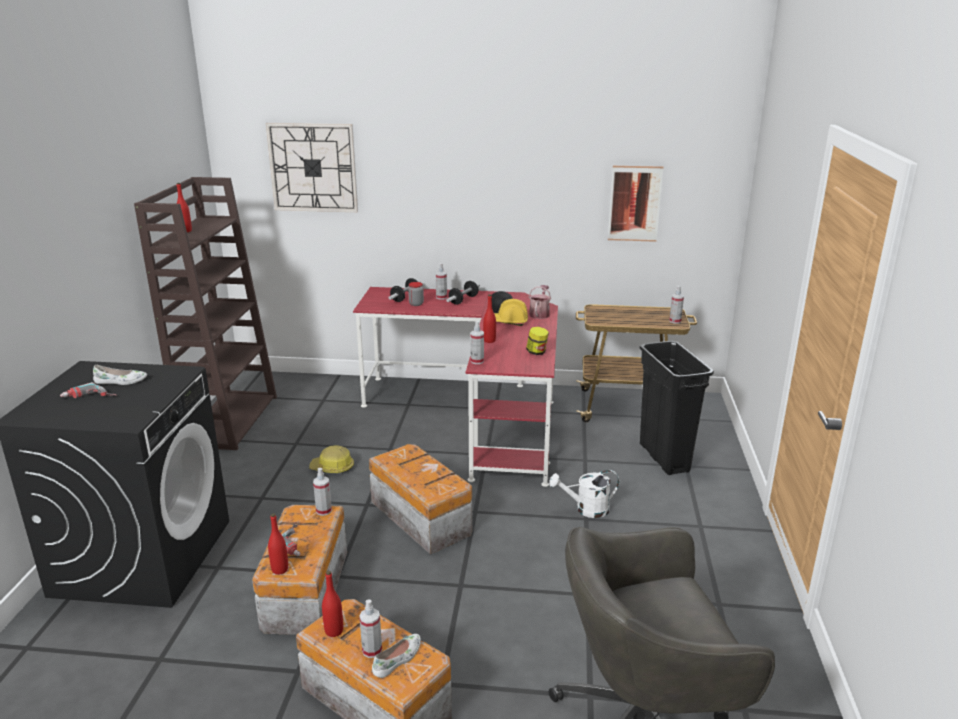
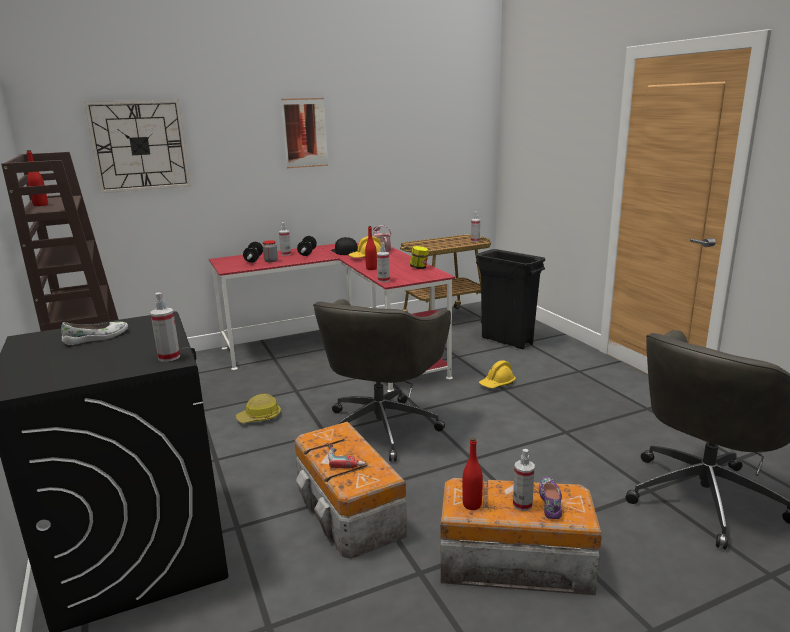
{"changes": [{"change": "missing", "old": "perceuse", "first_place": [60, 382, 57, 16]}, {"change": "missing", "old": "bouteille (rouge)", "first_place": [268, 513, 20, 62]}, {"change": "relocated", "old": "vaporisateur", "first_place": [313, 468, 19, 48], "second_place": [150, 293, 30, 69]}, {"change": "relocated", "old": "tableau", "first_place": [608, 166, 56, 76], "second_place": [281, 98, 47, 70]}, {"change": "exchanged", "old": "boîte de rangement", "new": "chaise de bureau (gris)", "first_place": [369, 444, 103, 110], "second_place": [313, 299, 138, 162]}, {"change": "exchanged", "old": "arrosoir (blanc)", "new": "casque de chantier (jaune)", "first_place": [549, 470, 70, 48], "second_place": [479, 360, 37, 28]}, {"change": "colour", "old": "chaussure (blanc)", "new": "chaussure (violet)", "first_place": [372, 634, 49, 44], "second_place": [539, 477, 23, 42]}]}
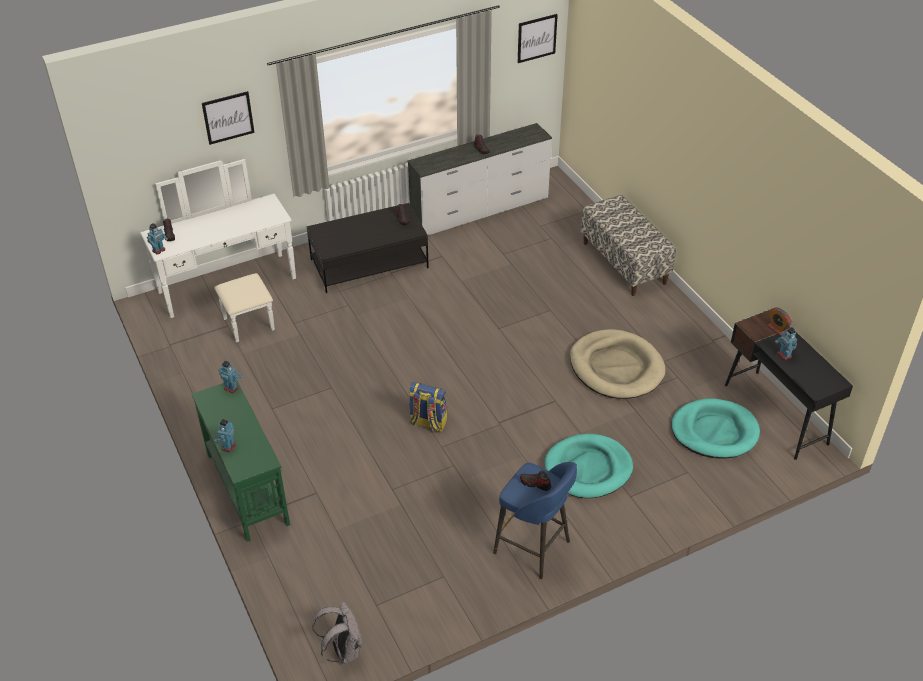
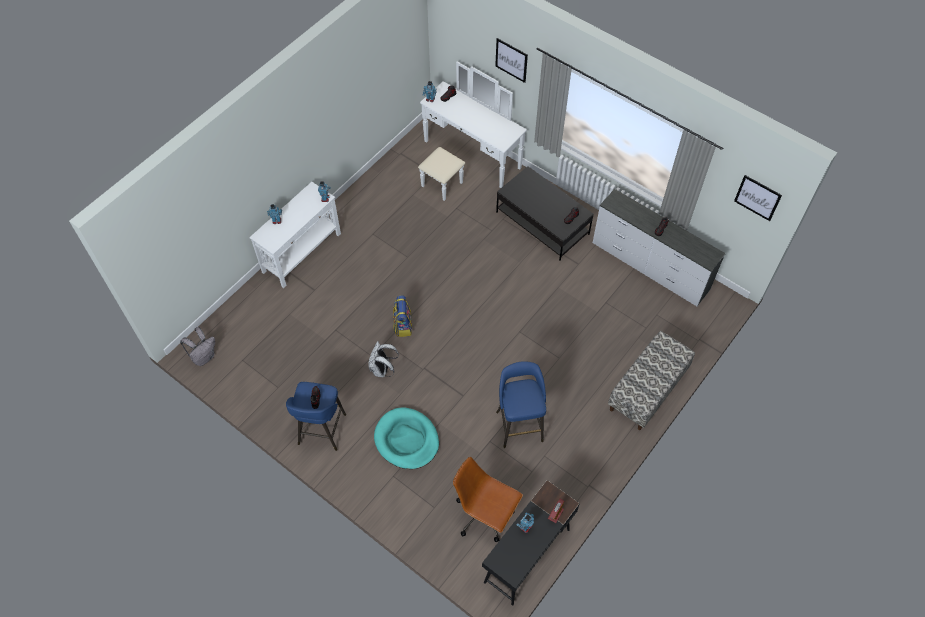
{"changes": [{"change": "appeared", "new": "sac à dos (blanc)", "second_place": [368, 341, 31, 36]}, {"change": "exchanged", "old": "panier pour chien (beige)", "new": "tabouret (bleu)", "first_place": [570, 329, 96, 70], "second_place": [496, 361, 50, 87]}, {"change": "exchanged", "old": "panier pour chien (turquoise)", "new": "chaise de bureau (marron)", "first_place": [671, 398, 89, 61], "second_place": [453, 457, 70, 85]}, {"change": "colour", "old": "table console (vert)", "new": "table console (blanc)", "first_place": [192, 380, 98, 162], "second_place": [249, 182, 92, 106]}]}
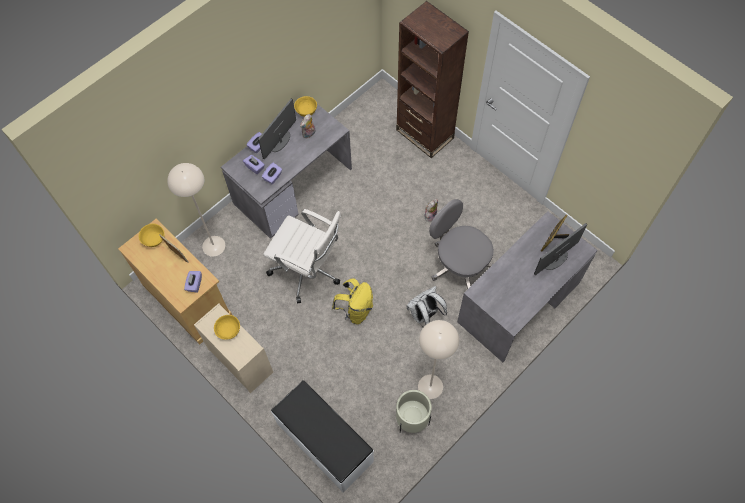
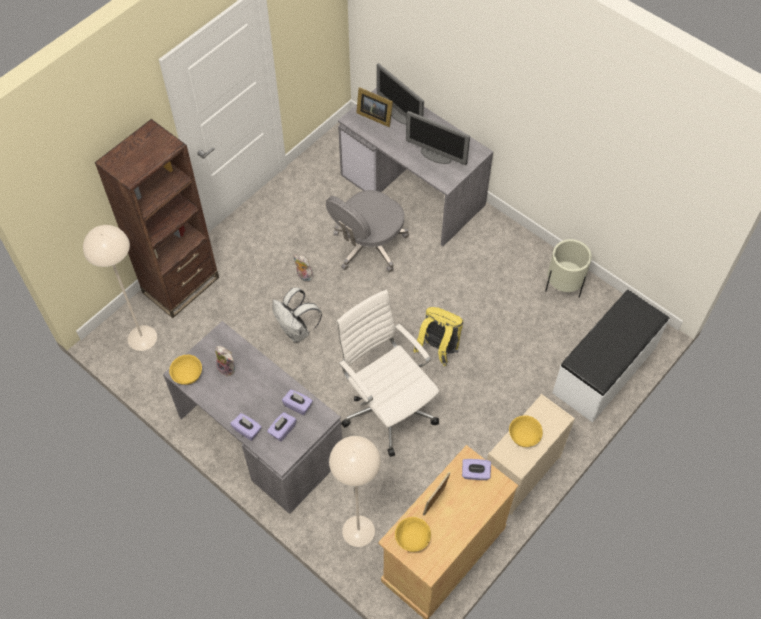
{"changes": [{"change": "relocated", "old": "écran d'ordinateur", "first_place": [258, 99, 38, 60], "second_place": [406, 111, 64, 54]}, {"change": "relocated", "old": "sac à dos (blanc)", "first_place": [407, 286, 40, 42], "second_place": [272, 287, 50, 55]}, {"change": "relocated", "old": "lampadaire (beige)", "first_place": [418, 320, 41, 79], "second_place": [83, 225, 74, 126]}, {"change": "spun", "old": "chaise de bureau (blanc)", "first_place": [263, 209, 78, 94], "second_place": [336, 290, 103, 167], "degrees": -60}]}
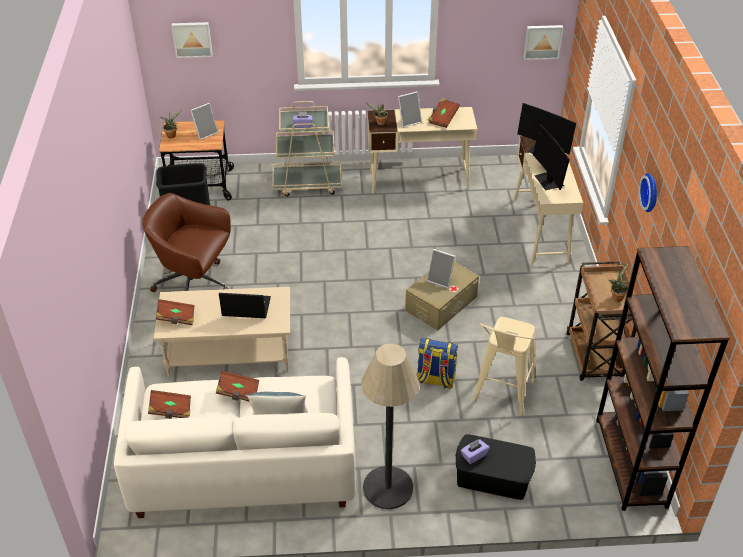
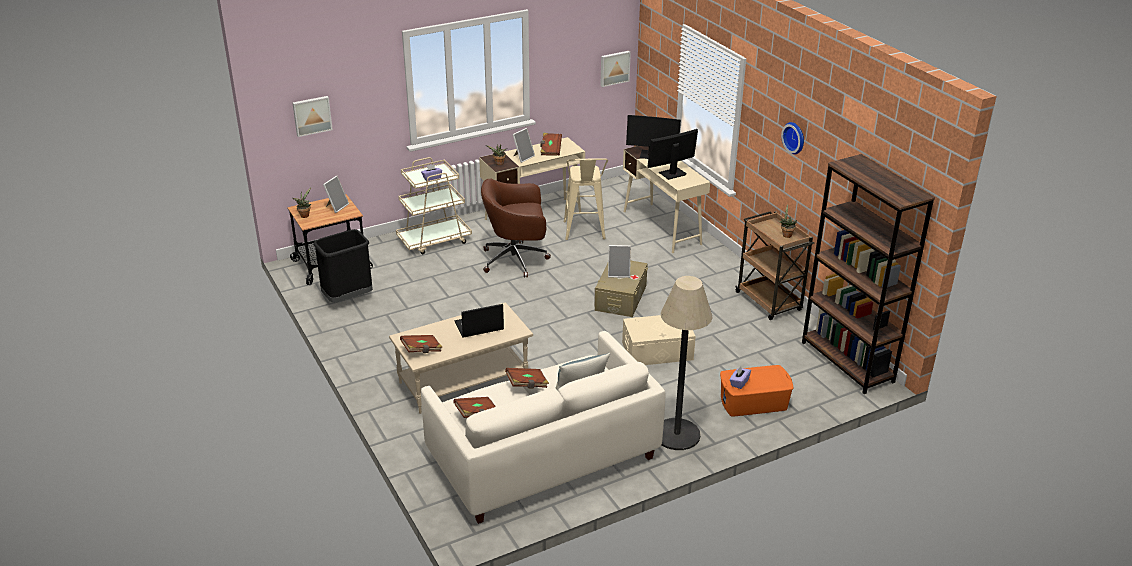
{"changes": [{"change": "relocated", "old": "chaise de bureau (marron)", "first_place": [142, 193, 89, 99], "second_place": [481, 178, 70, 100]}, {"change": "relocated", "old": "tabouret (beige)", "first_place": [473, 317, 62, 99], "second_place": [564, 158, 44, 82]}, {"change": "exchanged", "old": "sac à dos", "new": "boîte de rangement (beige)", "first_place": [417, 338, 41, 51], "second_place": [622, 315, 74, 50]}, {"change": "colour", "old": "boîte de rangement (noir)", "new": "boîte de rangement (orange)", "first_place": [455, 434, 81, 66], "second_place": [720, 365, 73, 52]}, {"change": "spun", "old": "écran d'ordinateur", "first_place": [533, 125, 37, 66], "second_place": [647, 129, 51, 51], "degrees": 105}]}
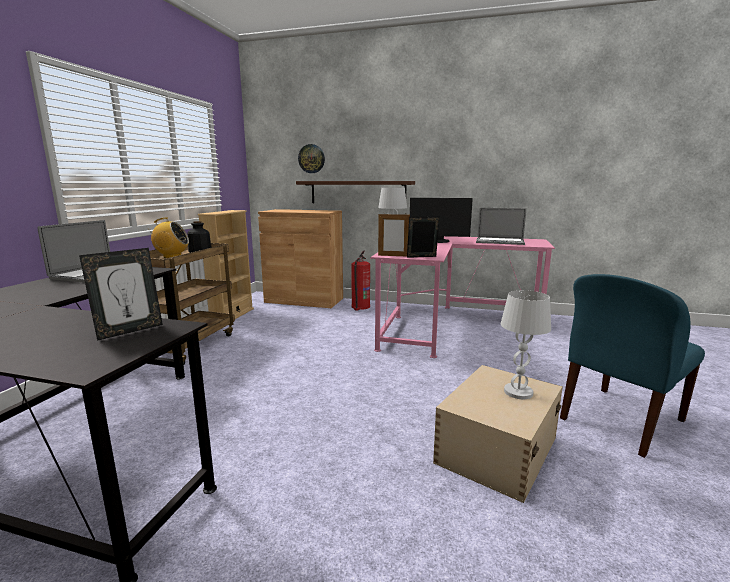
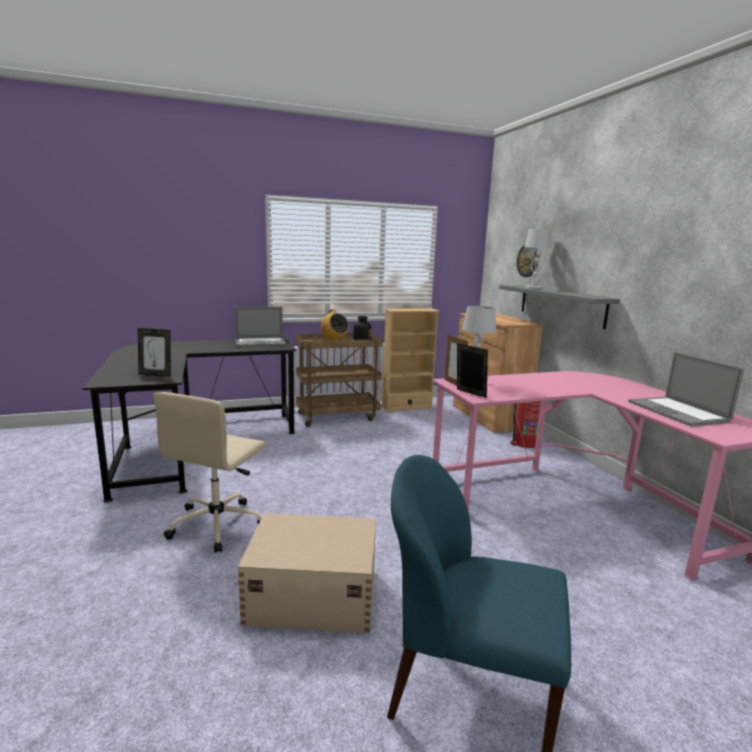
{"changes": [{"change": "missing", "old": "écran d'ordinateur", "first_place": [410, 198, 63, 45]}, {"change": "appeared", "new": "chaise de bureau (beige)", "second_place": [153, 392, 113, 161]}, {"change": "relocated", "old": "lampe de table (blanc)", "first_place": [501, 290, 50, 109], "second_place": [525, 229, 27, 60]}, {"change": "colour", "old": "étagère (marron)", "new": "étagère (gris)", "first_place": [296, 181, 119, 22], "second_place": [499, 285, 121, 45]}]}
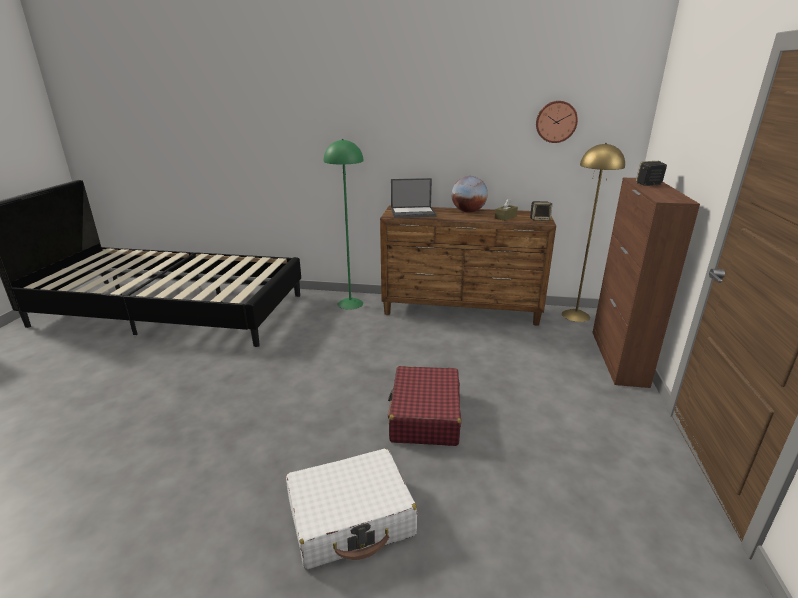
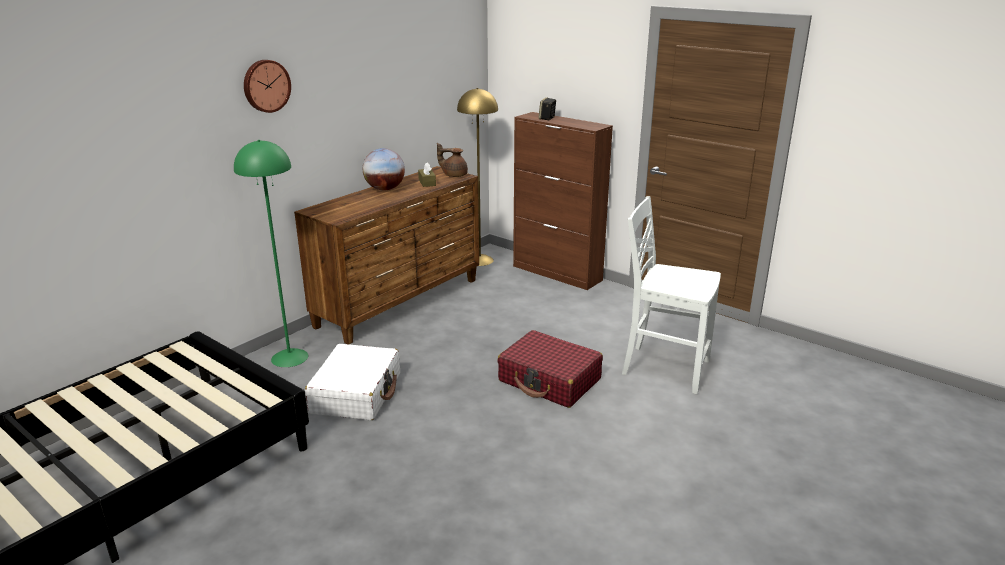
{"changes": [{"change": "missing", "old": "ordinateur portable", "first_place": [391, 178, 45, 40]}, {"change": "appeared", "new": "chaise (blanc)", "second_place": [622, 196, 99, 198]}, {"change": "relocated", "old": "valise (blanc)", "first_place": [286, 448, 131, 121], "second_place": [305, 344, 95, 76]}, {"change": "relocated", "old": "horloge murale", "first_place": [536, 101, 42, 42], "second_place": [244, 60, 47, 53]}, {"change": "exchanged", "old": "enceinte", "new": "théière (marron)", "first_place": [530, 201, 22, 20], "second_place": [437, 143, 31, 34]}]}
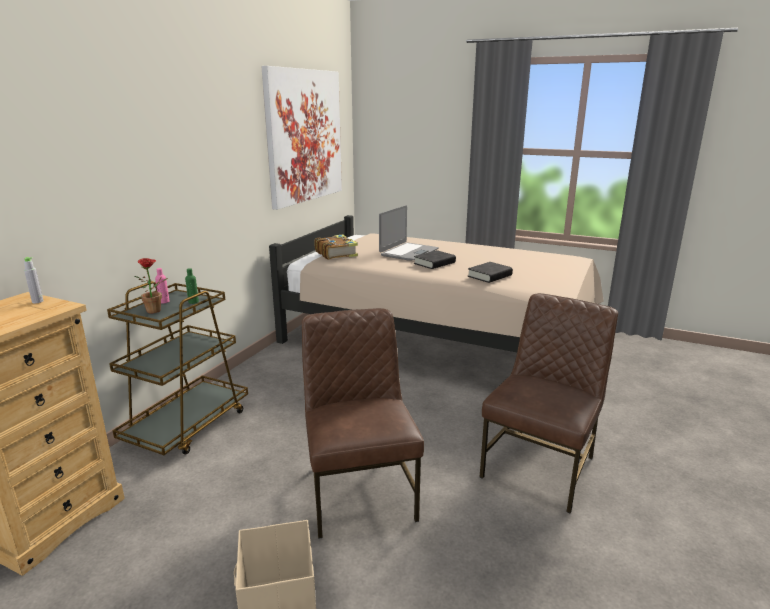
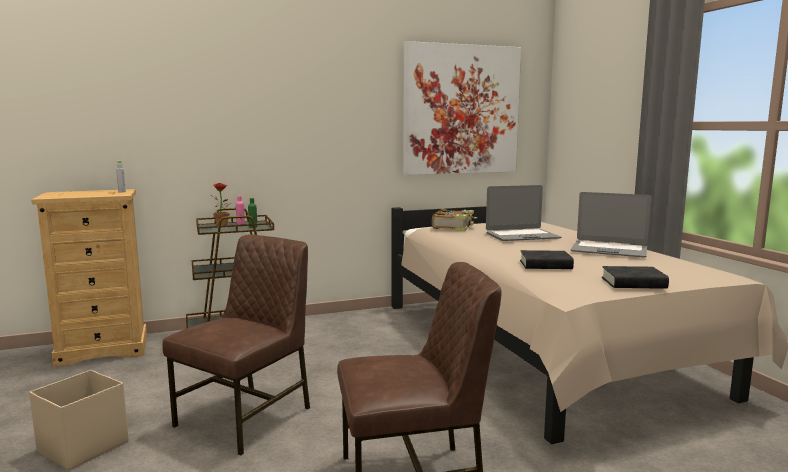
{"changes": [{"change": "appeared", "new": "ordinateur portable", "second_place": [571, 192, 80, 66]}, {"change": "relocated", "old": "livre (noir)", "first_place": [414, 250, 42, 19], "second_place": [602, 266, 67, 23]}]}
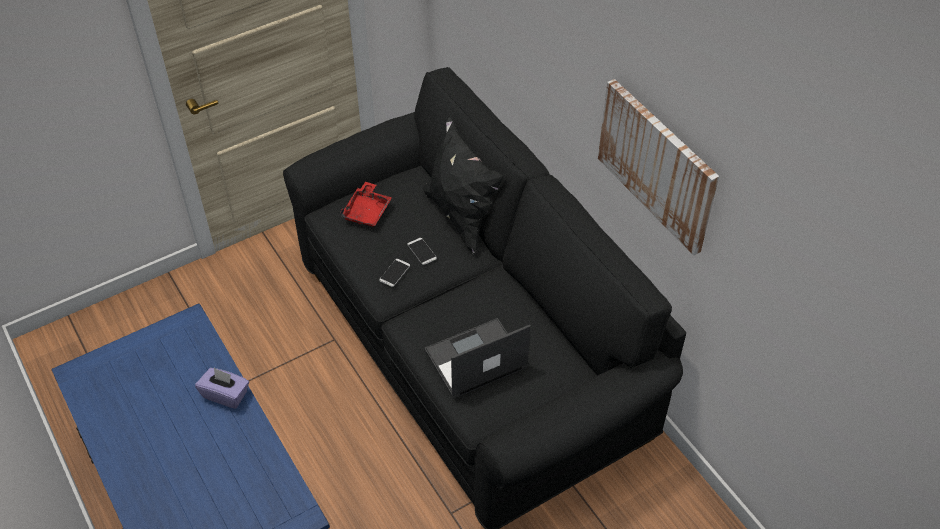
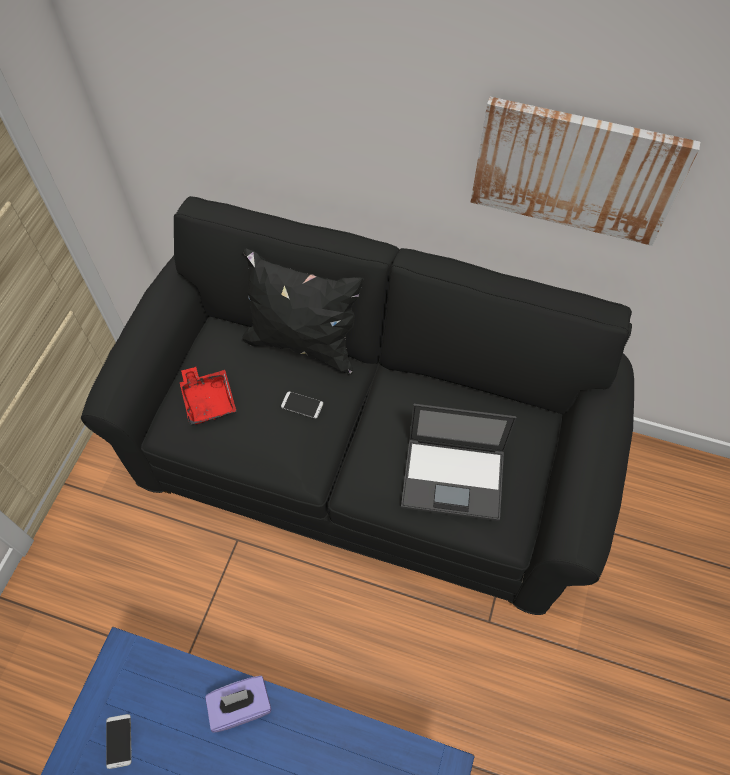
{"changes": [{"change": "relocated", "old": "téléphone", "first_place": [379, 259, 31, 28], "second_place": [106, 714, 26, 55]}, {"change": "spun", "old": "ordinateur portable", "first_place": [424, 318, 106, 81], "second_place": [401, 404, 115, 117], "degrees": -105}]}
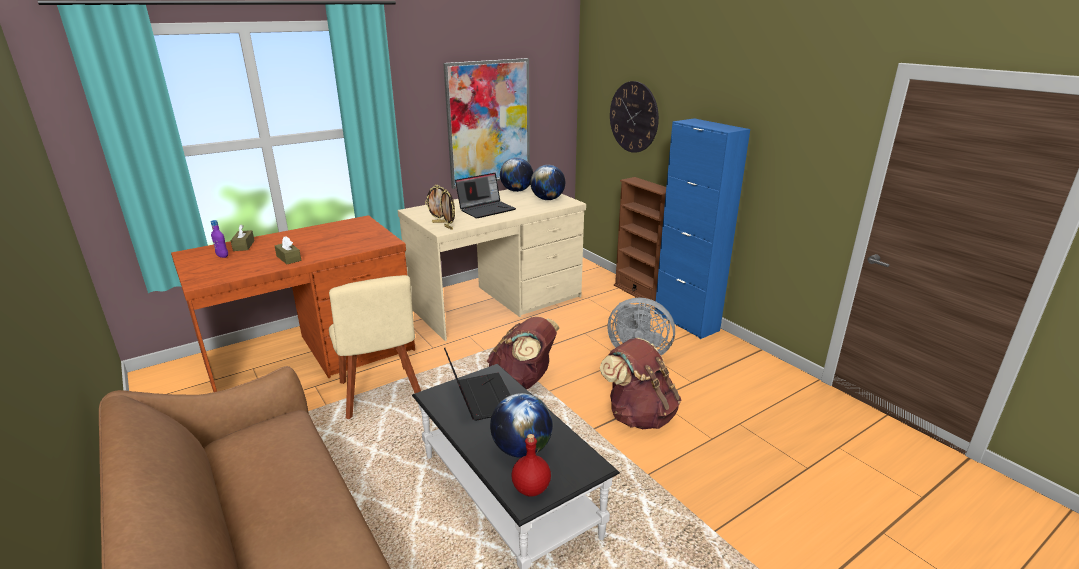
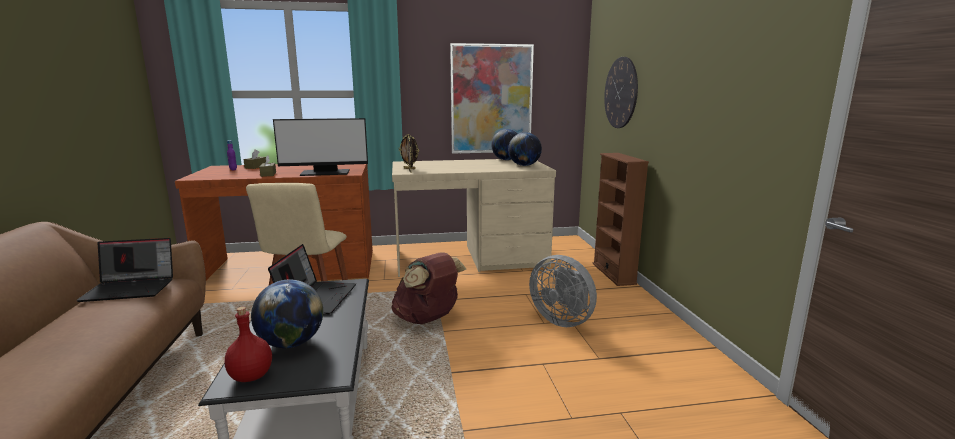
{"changes": [{"change": "missing", "old": "sac à dos (marron)", "first_place": [600, 338, 81, 91]}, {"change": "missing", "old": "meuble de rangement (bleu)", "first_place": [654, 118, 96, 221]}, {"change": "appeared", "new": "écran d'ordinateur", "second_place": [273, 118, 95, 58]}, {"change": "relocated", "old": "ordinateur portable", "first_place": [455, 173, 61, 45], "second_place": [76, 238, 97, 64]}]}
